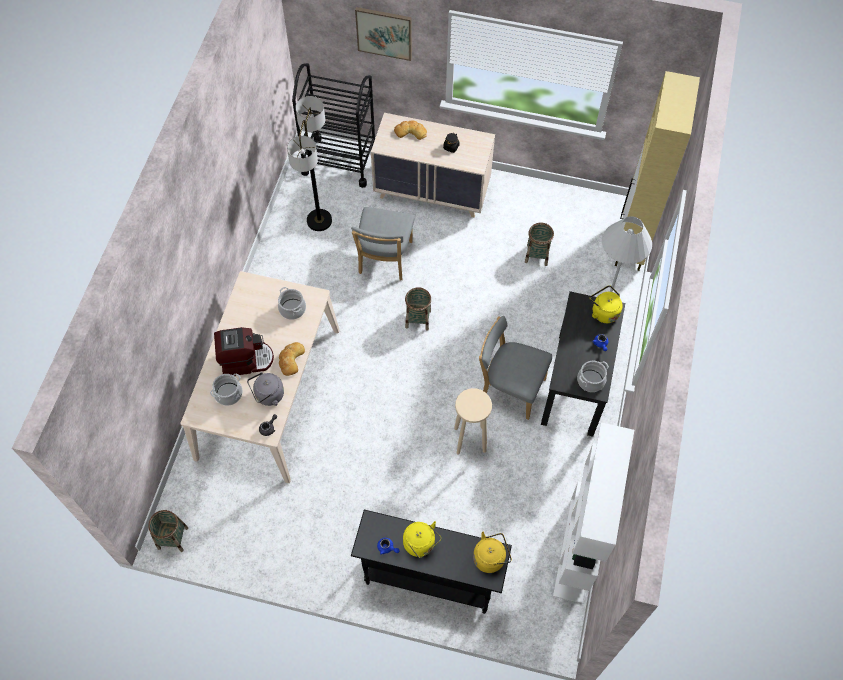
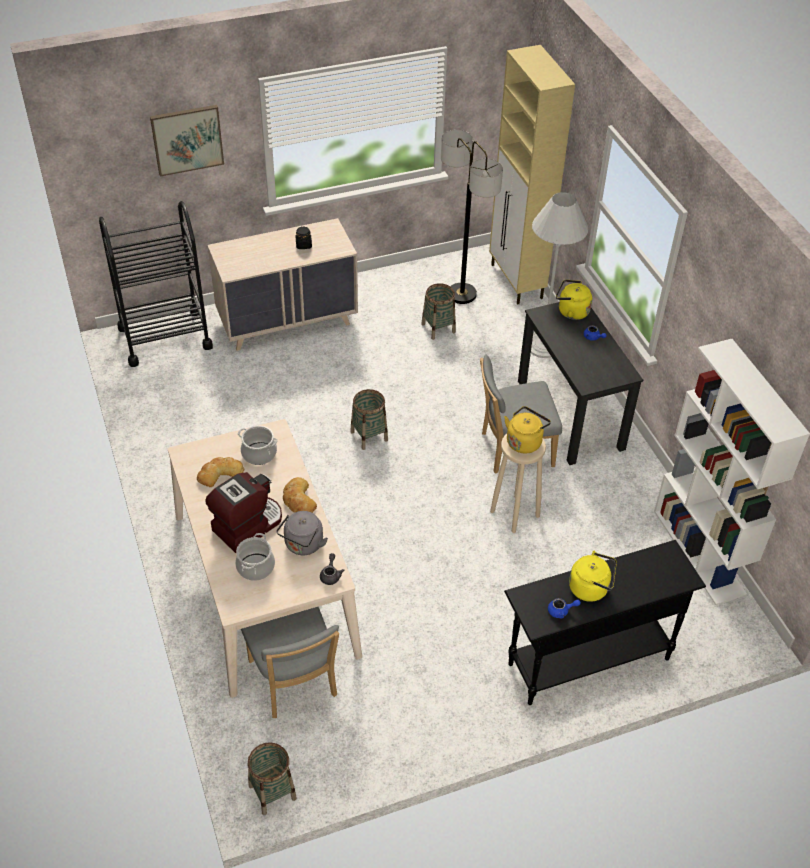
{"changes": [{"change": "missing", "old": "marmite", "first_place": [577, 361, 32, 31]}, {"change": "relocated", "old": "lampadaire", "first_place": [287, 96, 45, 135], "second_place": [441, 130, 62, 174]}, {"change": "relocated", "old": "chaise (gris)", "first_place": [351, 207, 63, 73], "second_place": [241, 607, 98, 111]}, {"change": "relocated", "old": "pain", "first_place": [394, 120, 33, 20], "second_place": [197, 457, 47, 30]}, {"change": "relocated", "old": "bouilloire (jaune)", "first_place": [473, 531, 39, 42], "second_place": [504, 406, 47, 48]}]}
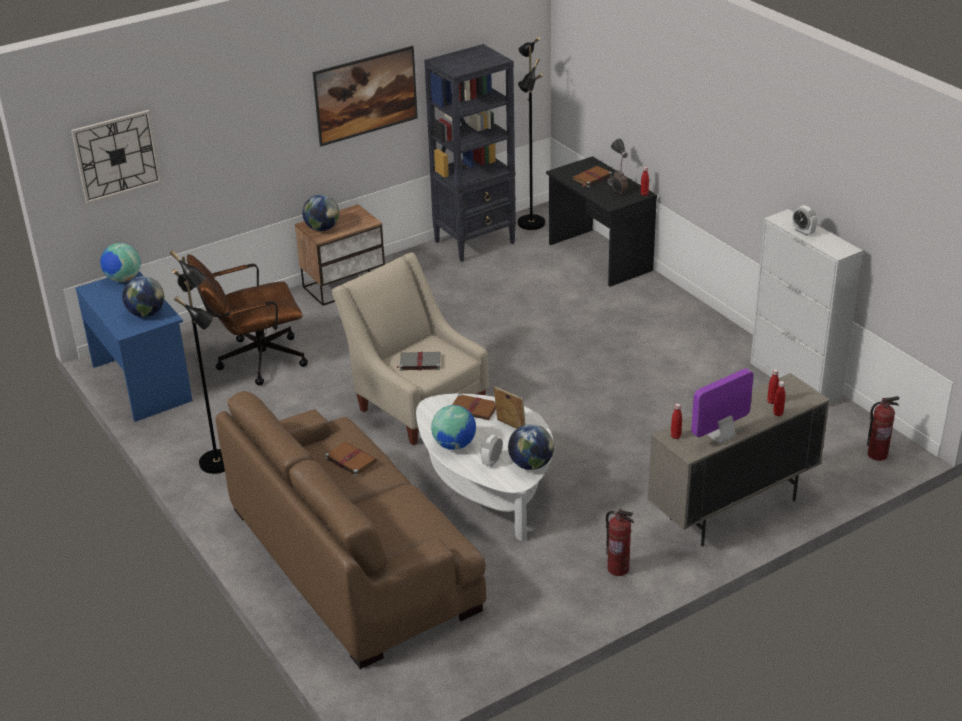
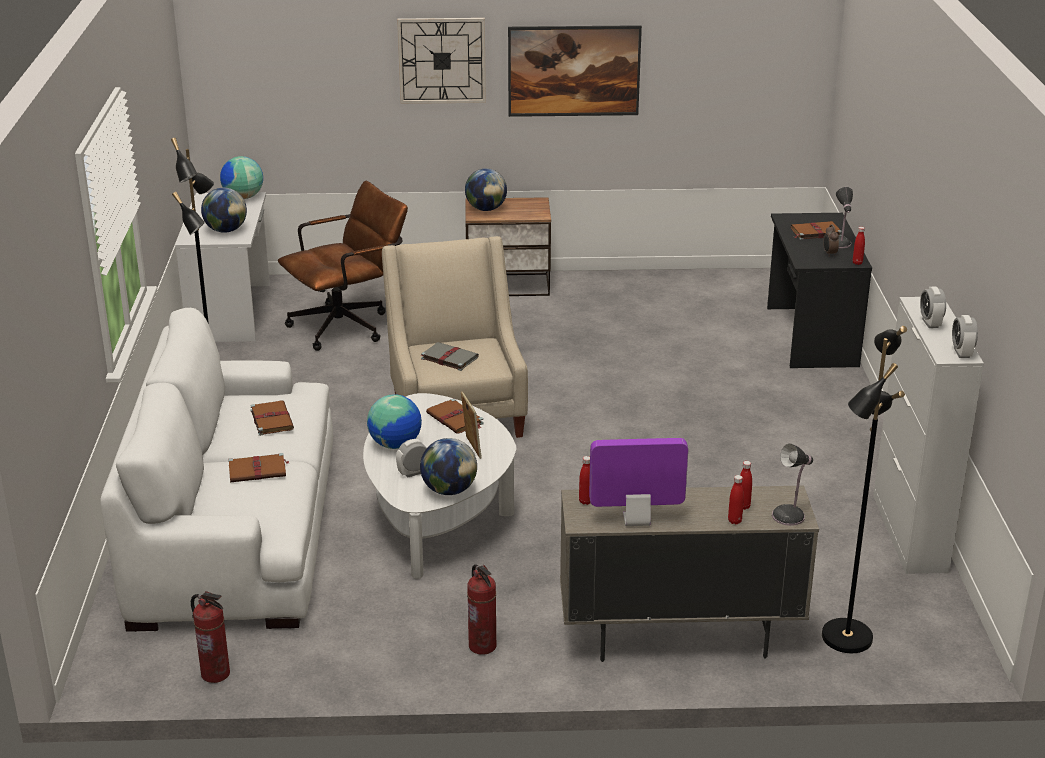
{"changes": [{"change": "missing", "old": "bibliothèque (noir)", "first_place": [424, 44, 92, 218]}, {"change": "appeared", "new": "livre (marron)", "second_place": [228, 453, 61, 29]}, {"change": "appeared", "new": "lampe de table", "second_place": [772, 444, 41, 82]}, {"change": "appeared", "new": "réveil", "second_place": [952, 315, 26, 43]}, {"change": "relocated", "old": "horloge murale", "first_place": [71, 110, 91, 94], "second_place": [397, 18, 89, 86]}, {"change": "relocated", "old": "lampadaire (noir)", "first_place": [518, 37, 27, 193], "second_place": [822, 326, 85, 327]}, {"change": "relocated", "old": "extincteur", "first_place": [867, 396, 32, 65], "second_place": [191, 591, 39, 92]}, {"change": "colour", "old": "bureau (bleu)", "new": "bureau (blanc)", "first_place": [75, 271, 118, 151], "second_place": [175, 192, 95, 150]}, {"change": "colour", "old": "canapé (marron)", "new": "canapé (blanc)", "first_place": [215, 391, 271, 278], "second_place": [101, 308, 232, 324]}, {"change": "spun", "old": "chaise de bureau (marron)", "first_place": [187, 254, 121, 132], "second_place": [278, 181, 130, 170], "degrees": 135}]}
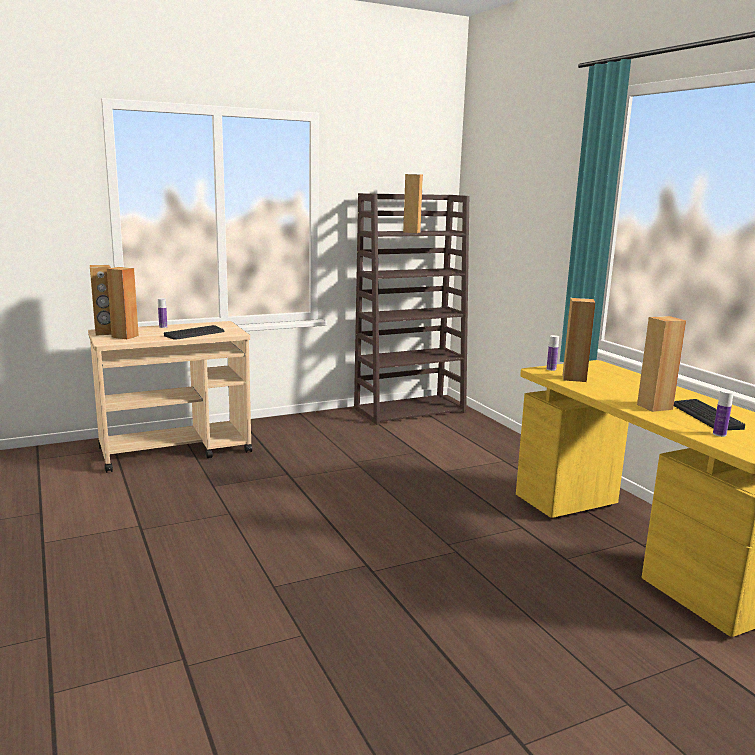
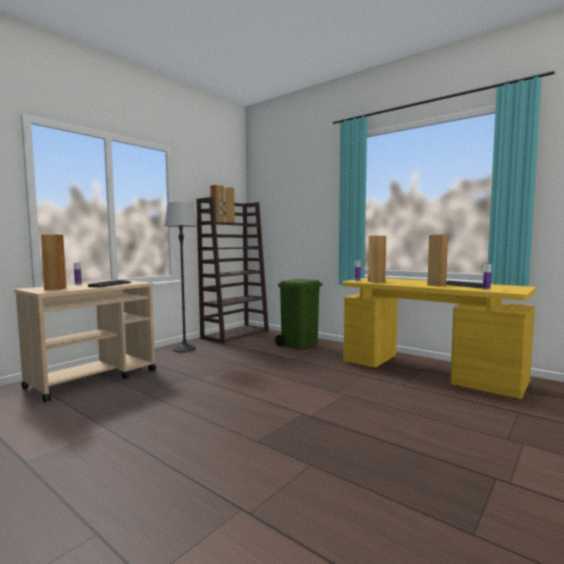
{"changes": [{"change": "appeared", "new": "lampadaire", "second_place": [164, 202, 33, 151]}, {"change": "appeared", "new": "poubelle (vert)", "second_place": [275, 279, 47, 70]}, {"change": "relocated", "old": "enceinte (marron)", "first_place": [90, 265, 21, 71], "second_place": [210, 185, 15, 37]}]}
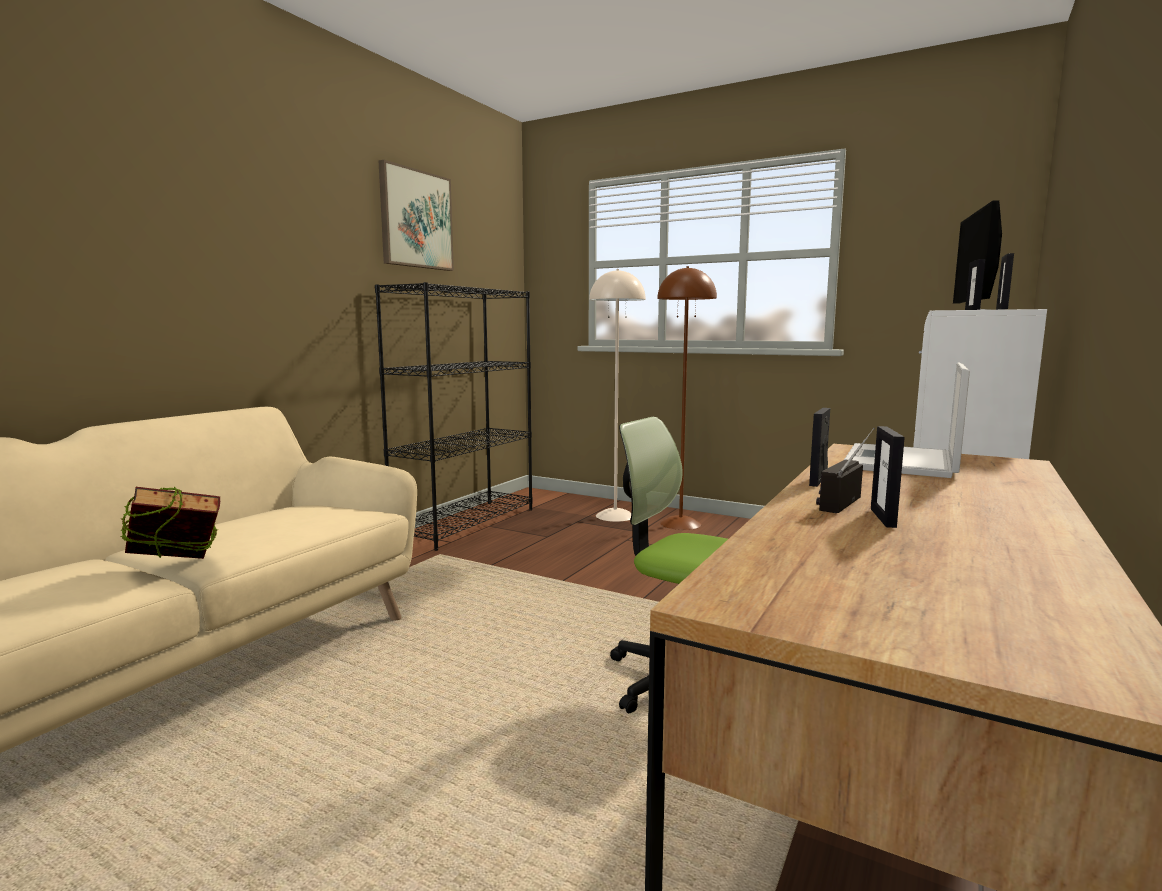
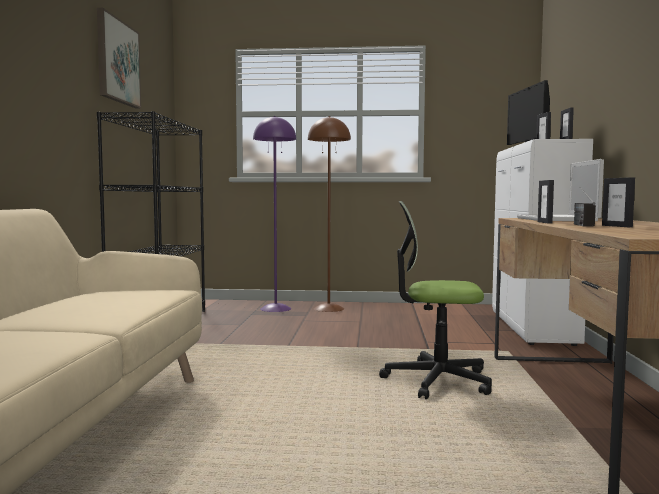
{"changes": [{"change": "missing", "old": "livre", "first_place": [120, 487, 100, 72]}, {"change": "colour", "old": "lampadaire (beige)", "new": "lampadaire (violet)", "first_place": [589, 269, 57, 253], "second_place": [253, 116, 43, 196]}]}
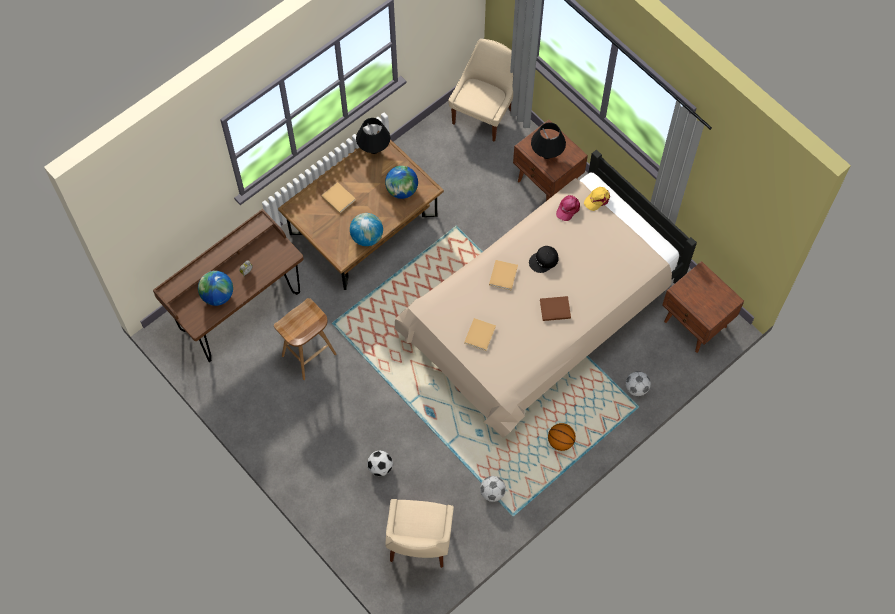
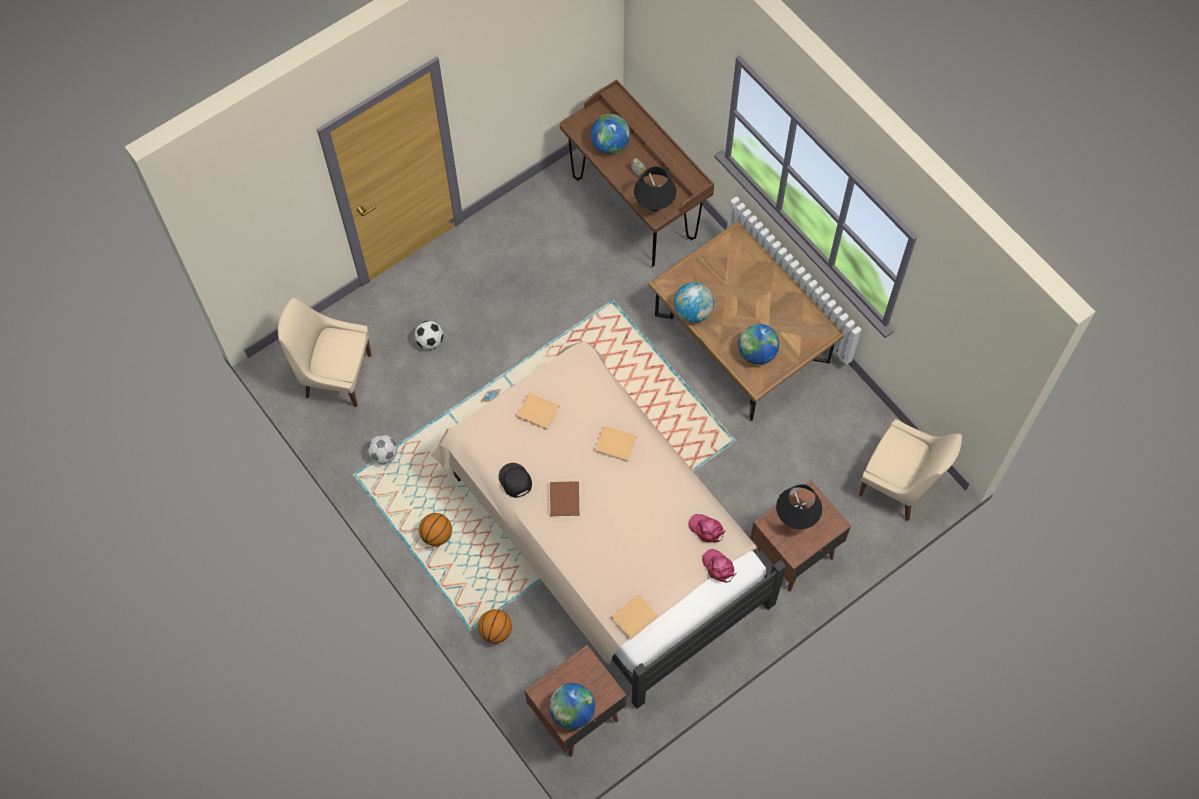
{"changes": [{"change": "missing", "old": "tabouret (marron)", "first_place": [274, 298, 63, 82]}, {"change": "appeared", "new": "globe", "second_place": [550, 683, 45, 46]}, {"change": "relocated", "old": "livre (beige)", "first_place": [321, 182, 35, 32], "second_place": [611, 594, 47, 46]}, {"change": "relocated", "old": "lampe de table (noir)", "first_place": [356, 118, 35, 36], "second_place": [634, 166, 42, 45]}, {"change": "relocated", "old": "casquette (noir)", "first_place": [529, 246, 30, 27], "second_place": [499, 463, 33, 35]}, {"change": "exchanged", "old": "ballon de foot", "new": "ballon de basket", "first_place": [626, 371, 25, 25], "second_place": [478, 609, 34, 35]}, {"change": "colour", "old": "casquette (jaune)", "new": "casquette (rose)", "first_place": [584, 187, 26, 24], "second_place": [702, 549, 34, 34]}]}
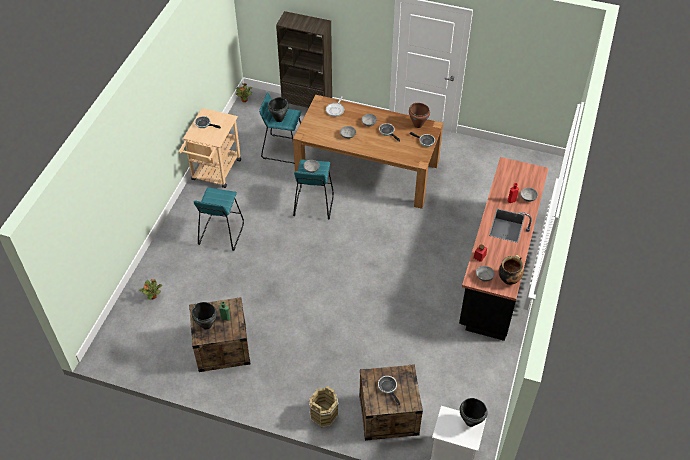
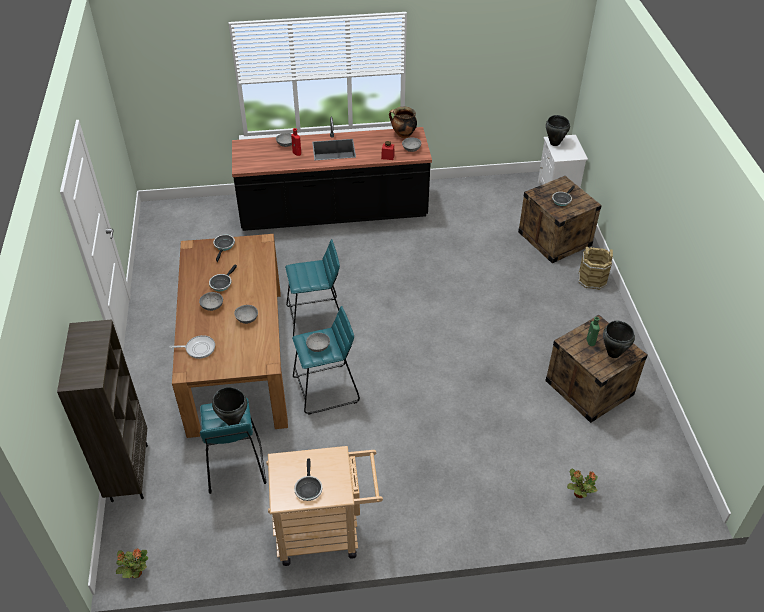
{"changes": [{"change": "missing", "old": "marmite (marron)", "first_place": [409, 103, 21, 25]}, {"change": "relocated", "old": "tabouret (turquoise)", "first_place": [193, 187, 51, 64], "second_place": [285, 239, 55, 97]}]}
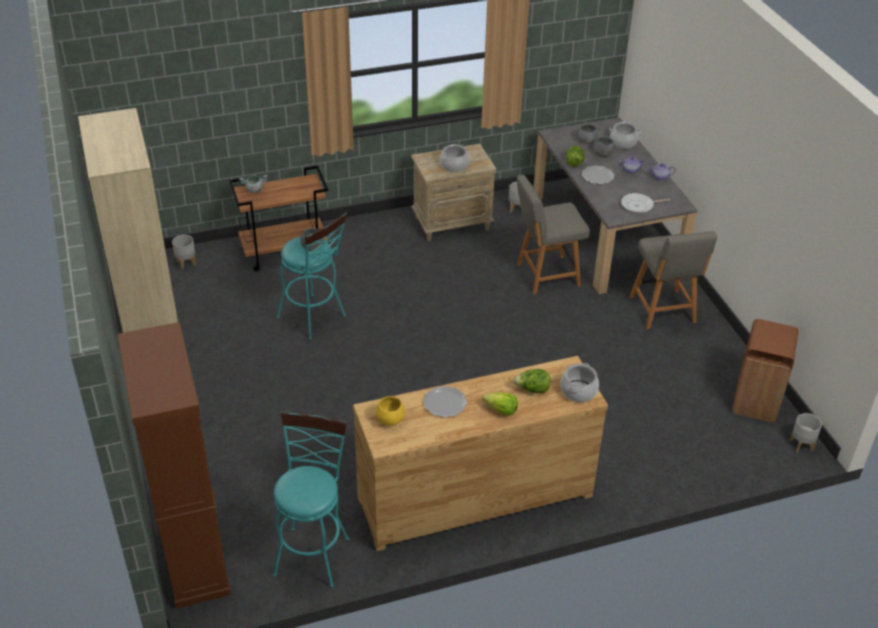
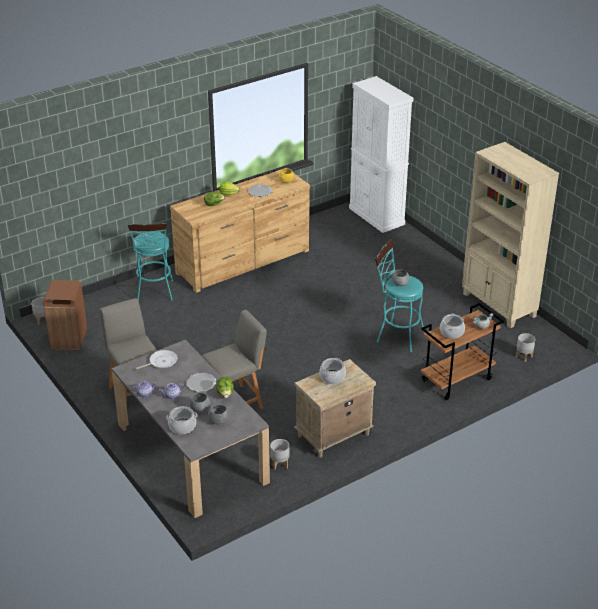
{"changes": [{"change": "relocated", "old": "tabouret (turquoise)", "first_place": [273, 411, 76, 176], "second_place": [127, 222, 46, 79]}, {"change": "relocated", "old": "marmite", "first_place": [560, 363, 39, 39], "second_place": [440, 314, 25, 25]}, {"change": "colour", "old": "meuble de rangement (marron)", "new": "meuble de rangement (blanc)", "first_place": [118, 322, 113, 287], "second_place": [349, 76, 64, 157]}]}
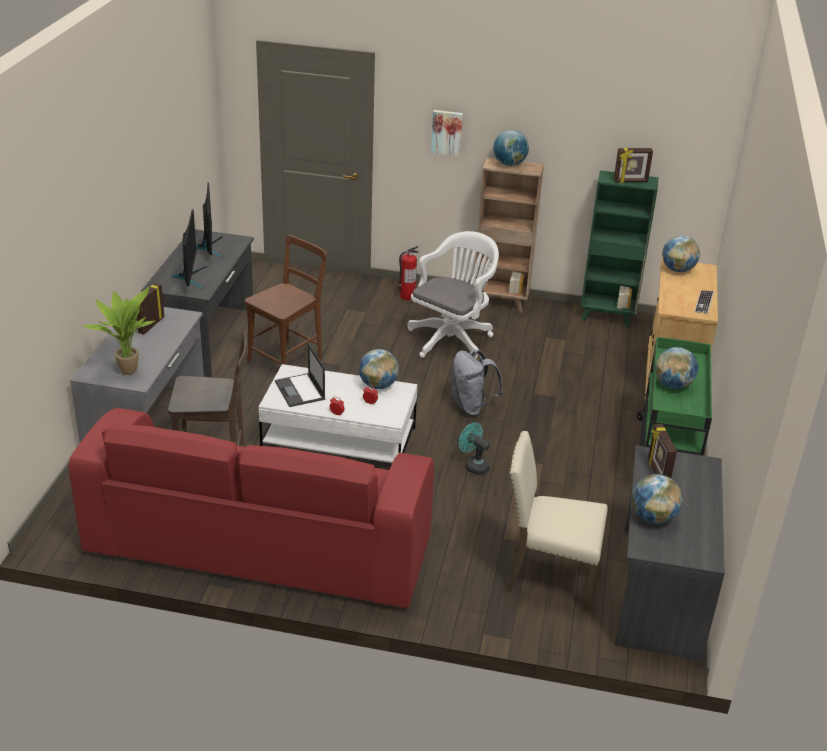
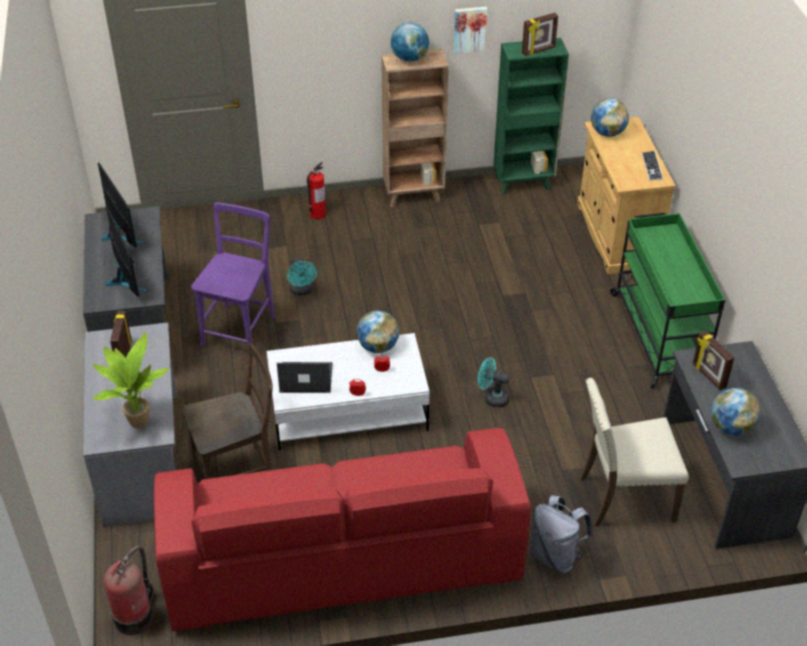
{"changes": [{"change": "missing", "old": "chaise de bureau (blanc)", "first_place": [407, 231, 92, 128]}, {"change": "missing", "old": "globe", "first_place": [655, 347, 44, 42]}, {"change": "appeared", "new": "extincteur", "second_place": [104, 546, 50, 89]}, {"change": "appeared", "new": "ventilateur (turquoise)", "second_place": [287, 258, 30, 38]}, {"change": "relocated", "old": "tableau", "first_place": [431, 110, 32, 47], "second_place": [454, 7, 33, 47]}, {"change": "relocated", "old": "sac à dos (gris)", "first_place": [451, 349, 52, 67], "second_place": [530, 495, 63, 78]}, {"change": "colour", "old": "chaise (marron)", "new": "chaise (violet)", "first_place": [245, 235, 82, 130], "second_place": [191, 202, 84, 156]}, {"change": "spun", "old": "ordinateur portable", "first_place": [275, 343, 50, 64], "second_place": [277, 362, 55, 31], "degrees": 135}]}
